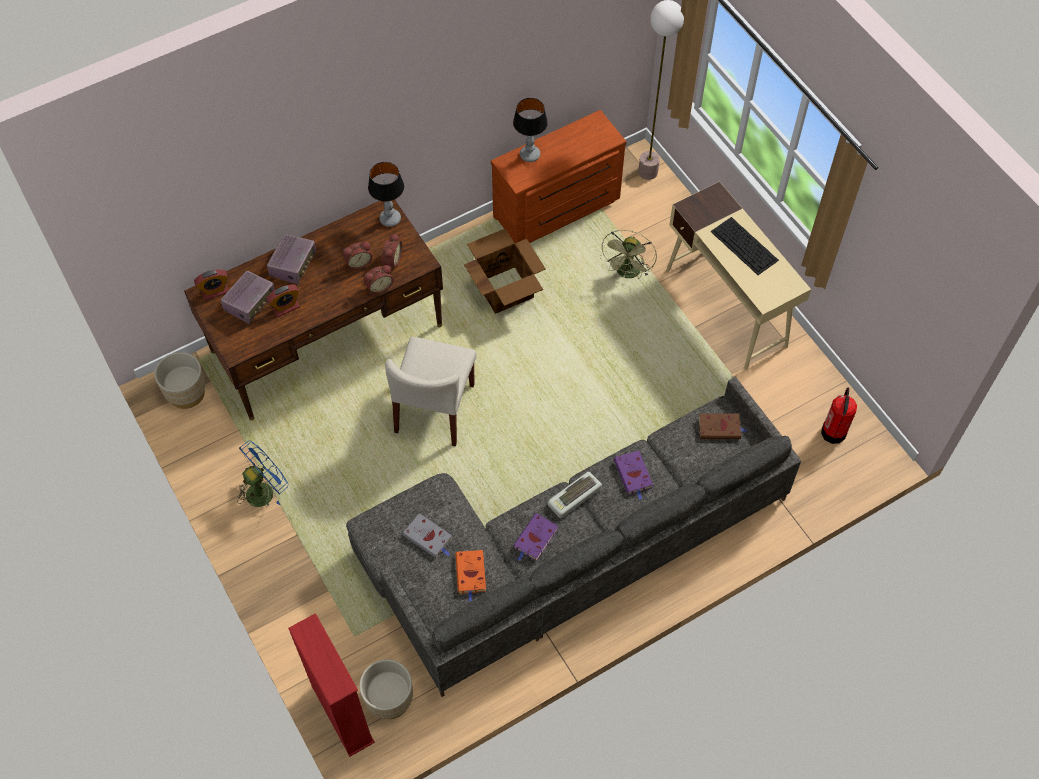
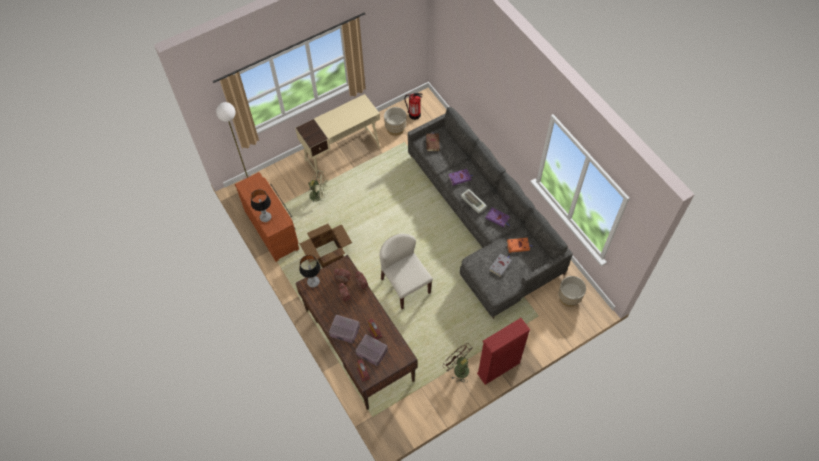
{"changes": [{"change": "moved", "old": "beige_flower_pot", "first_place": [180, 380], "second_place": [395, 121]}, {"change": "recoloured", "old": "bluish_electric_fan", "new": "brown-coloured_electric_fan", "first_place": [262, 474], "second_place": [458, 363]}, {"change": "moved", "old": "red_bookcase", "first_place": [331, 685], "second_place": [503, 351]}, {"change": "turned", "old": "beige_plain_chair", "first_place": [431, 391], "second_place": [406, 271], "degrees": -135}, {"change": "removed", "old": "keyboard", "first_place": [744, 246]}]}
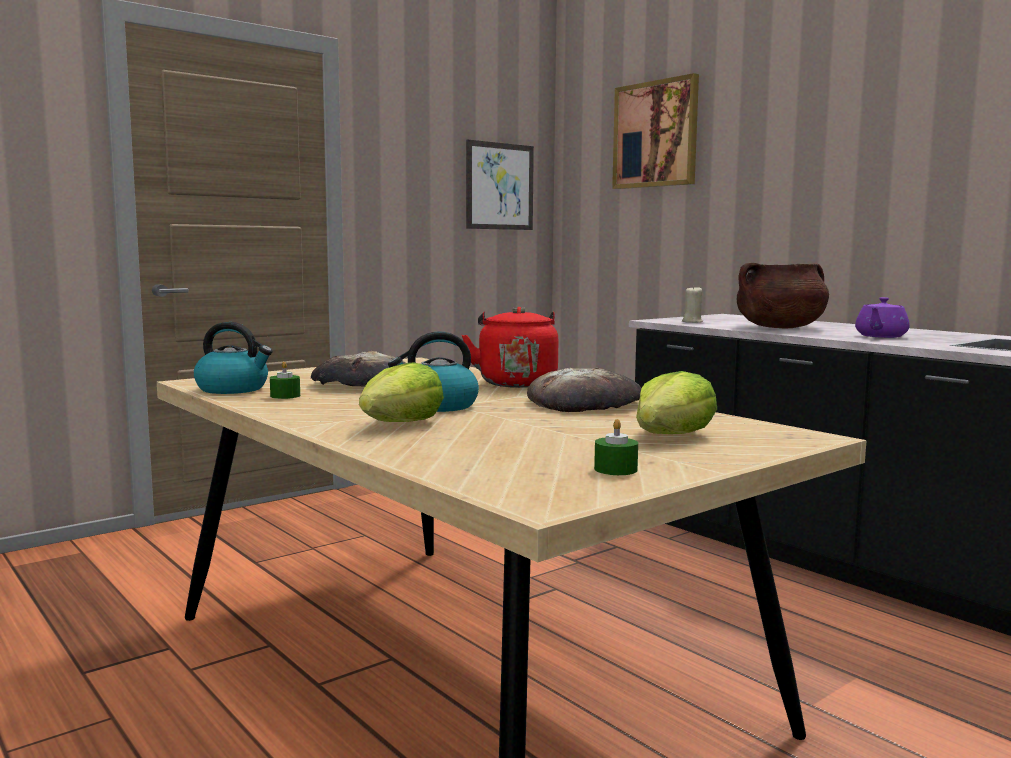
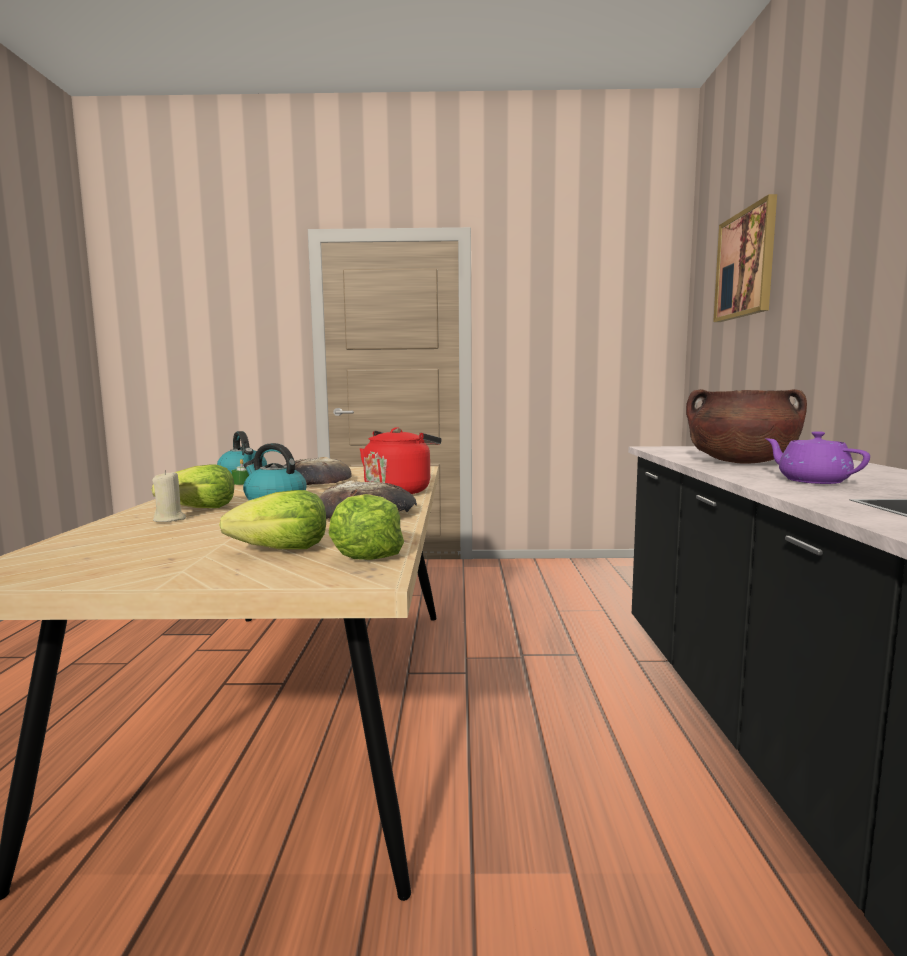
{"changes": [{"change": "removed", "old": "picture", "first_place": [500, 185]}, {"change": "removed", "old": "green_candle", "first_place": [616, 447]}, {"change": "moved", "old": "beige_candle", "first_place": [692, 304], "second_place": [169, 496]}, {"change": "turned", "old": "purple-coloured_tea_pot", "first_place": [882, 317], "second_place": [817, 457], "degrees": 75}, {"change": "added", "new": "lettuce", "second_place": [366, 527]}]}
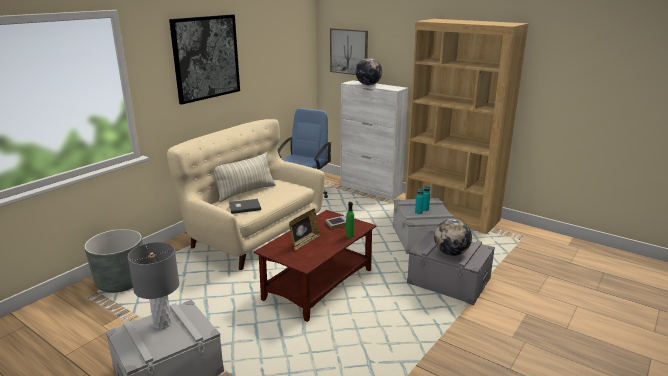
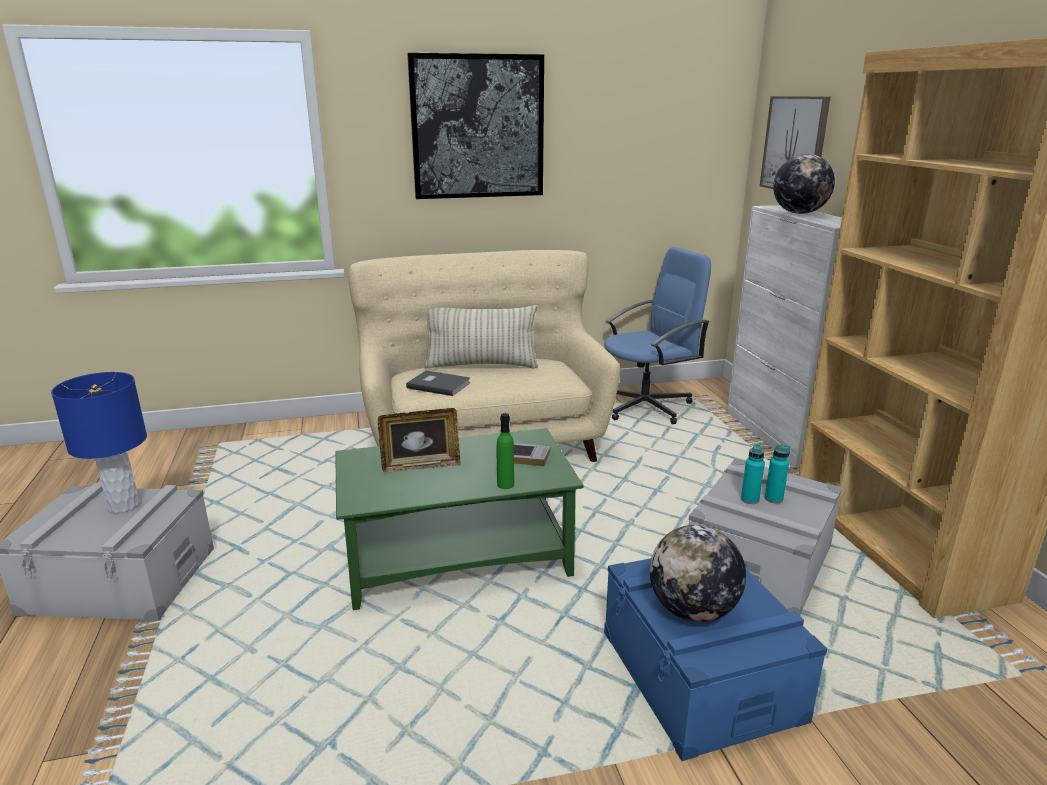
{"changes": [{"change": "removed", "old": "gray_flower_pot", "first_place": [113, 261]}, {"change": "recoloured", "old": "gray_table_lamp", "new": "bluish_table_lamp", "first_place": [153, 285], "second_place": [99, 442]}, {"change": "recoloured", "old": "brown-coloured_coffee_table", "new": "green_coffee_table", "first_place": [315, 266], "second_place": [459, 519]}, {"change": "recoloured", "old": "gray_storage_bin", "new": "bluish_storage_bin", "first_place": [451, 267], "second_place": [715, 659]}]}
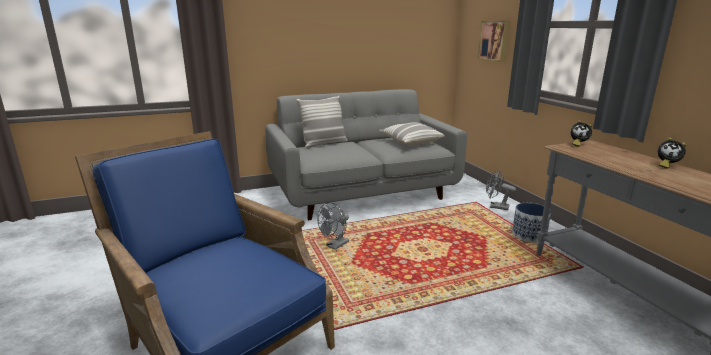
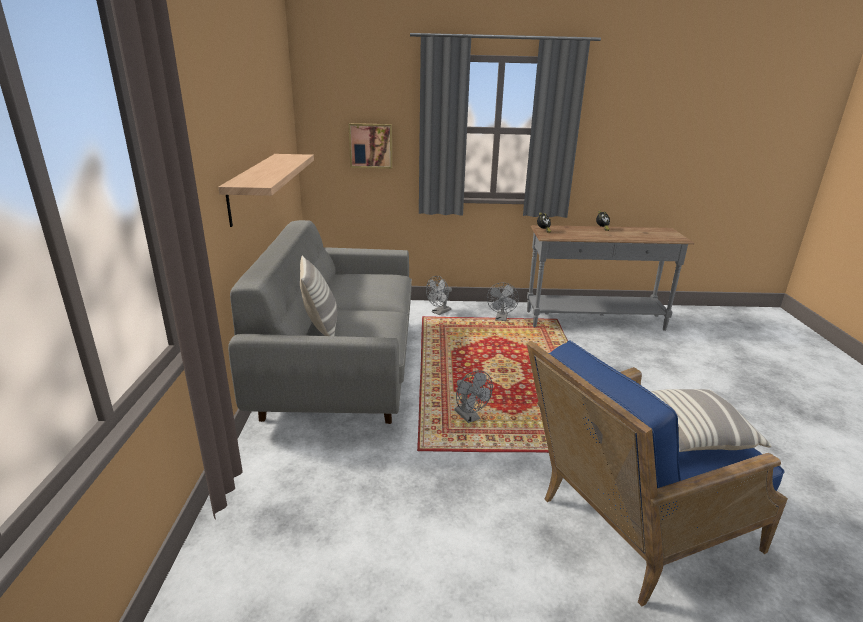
{"changes": [{"change": "moved", "old": "pillow", "first_place": [412, 134], "second_place": [711, 420]}, {"change": "replaced", "old": "flower_pot", "new": "gray_electric_fan", "first_place": [531, 223], "second_place": [503, 302]}, {"change": "added", "new": "bracket_shelf", "second_place": [266, 190]}]}
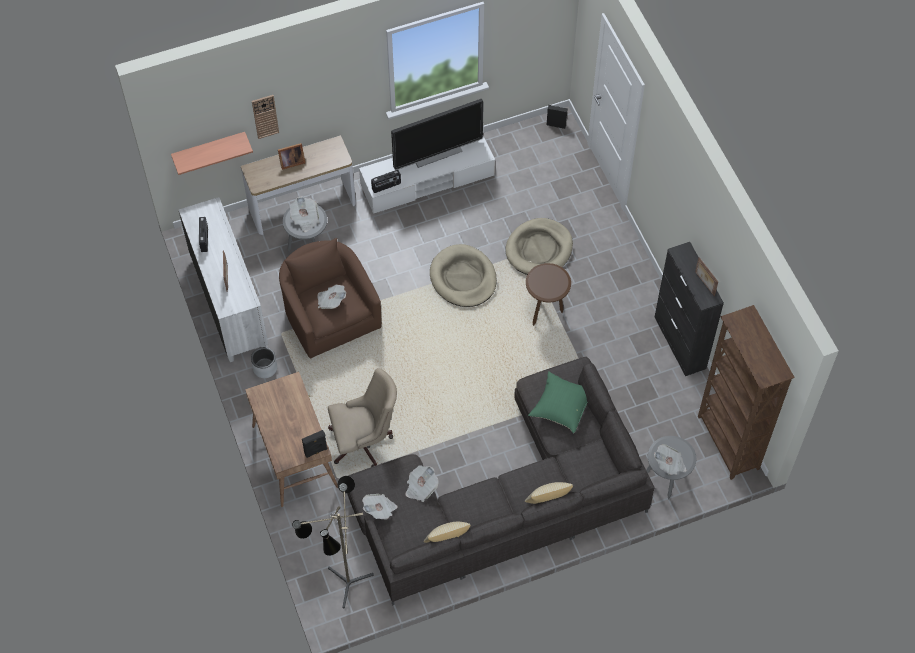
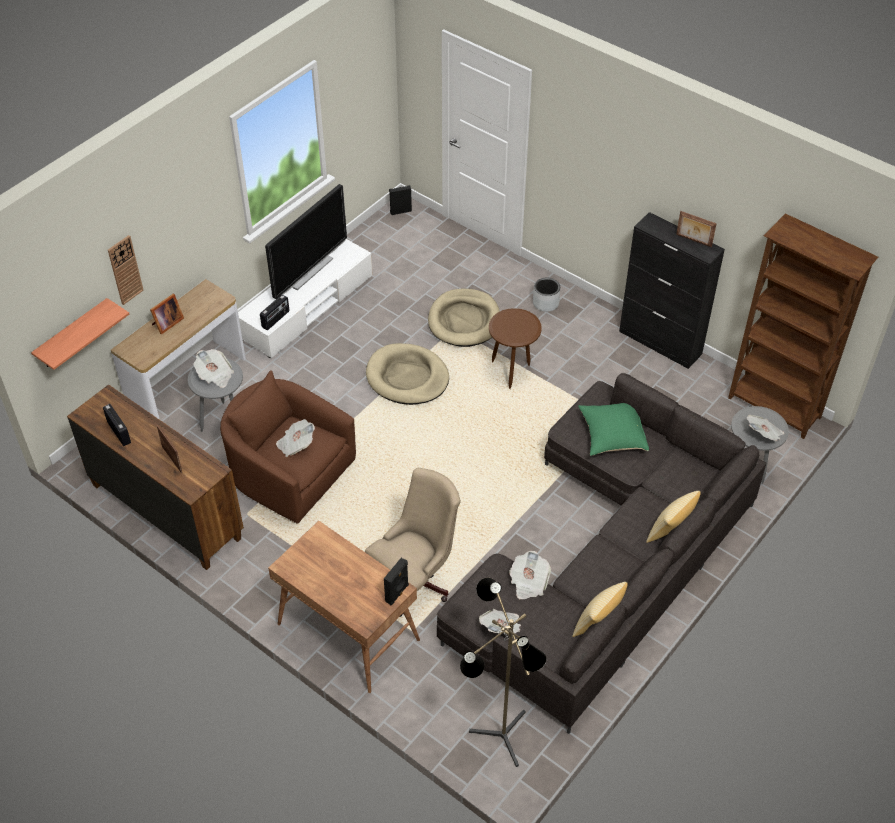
{"changes": [{"change": "recoloured", "old": "white-coloured_chest_of_drawers", "new": "brown-coloured_chest_of_drawers", "first_place": [223, 279], "second_place": [155, 477]}, {"change": "moved", "old": "gray_flower_pot", "first_place": [264, 362], "second_place": [546, 295]}]}
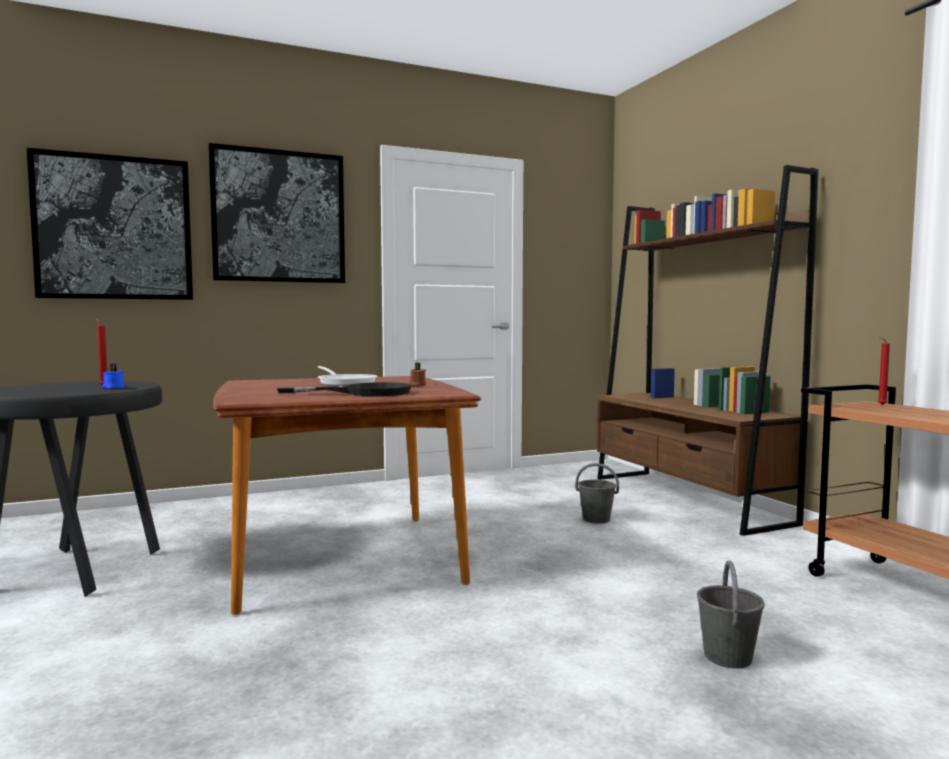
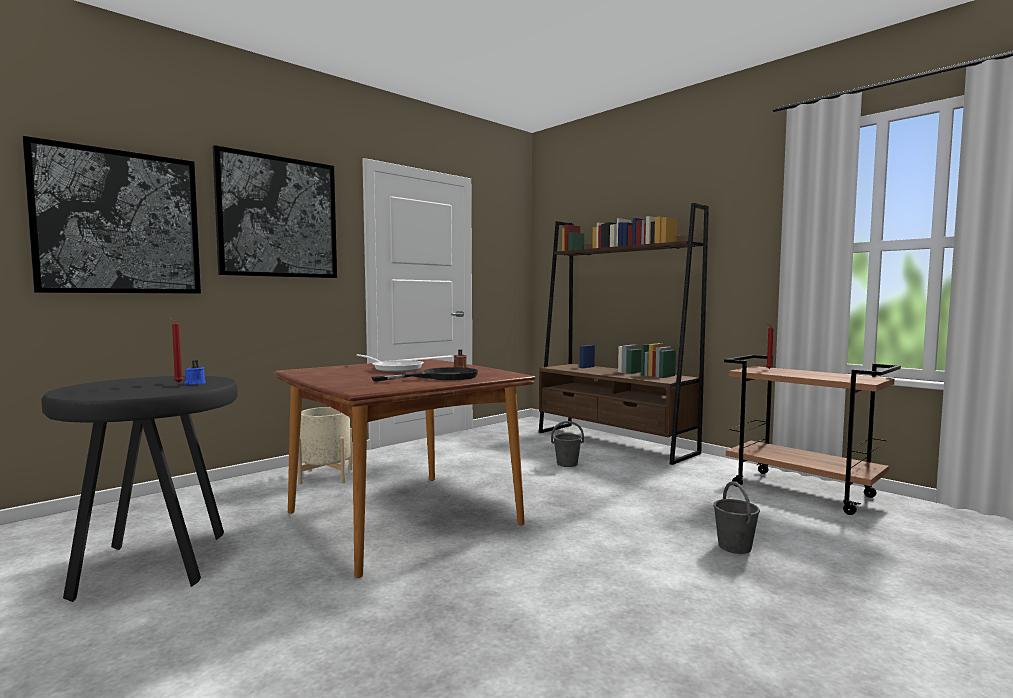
{"changes": [{"change": "added", "new": "beige_flower_pot", "second_place": [325, 445]}]}
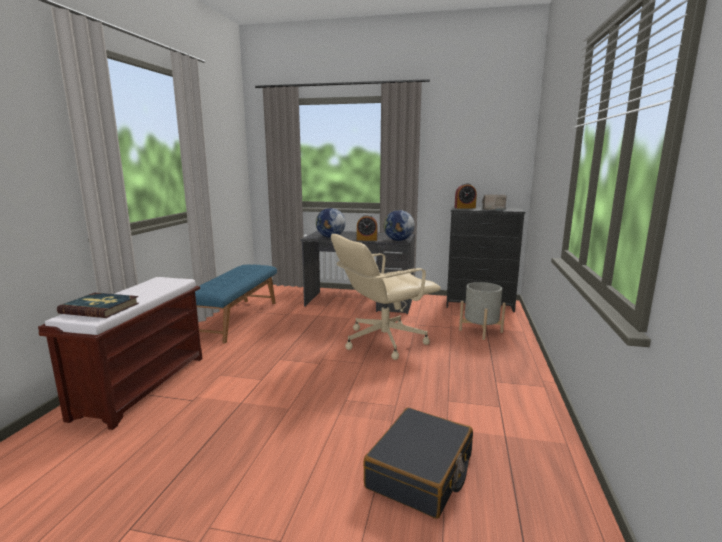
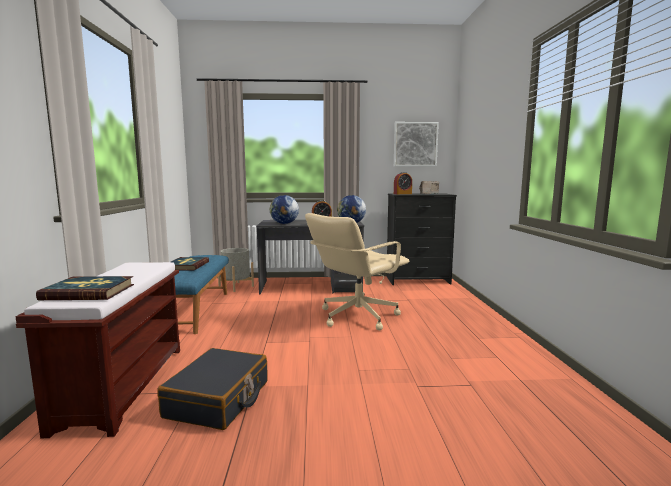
{"changes": [{"change": "moved", "old": "blackish_travel_case", "first_place": [418, 463], "second_place": [212, 389]}, {"change": "moved", "old": "gray_flower_pot", "first_place": [482, 311], "second_place": [236, 270]}, {"change": "added", "new": "book", "second_place": [190, 264]}, {"change": "added", "new": "picture", "second_place": [416, 144]}]}
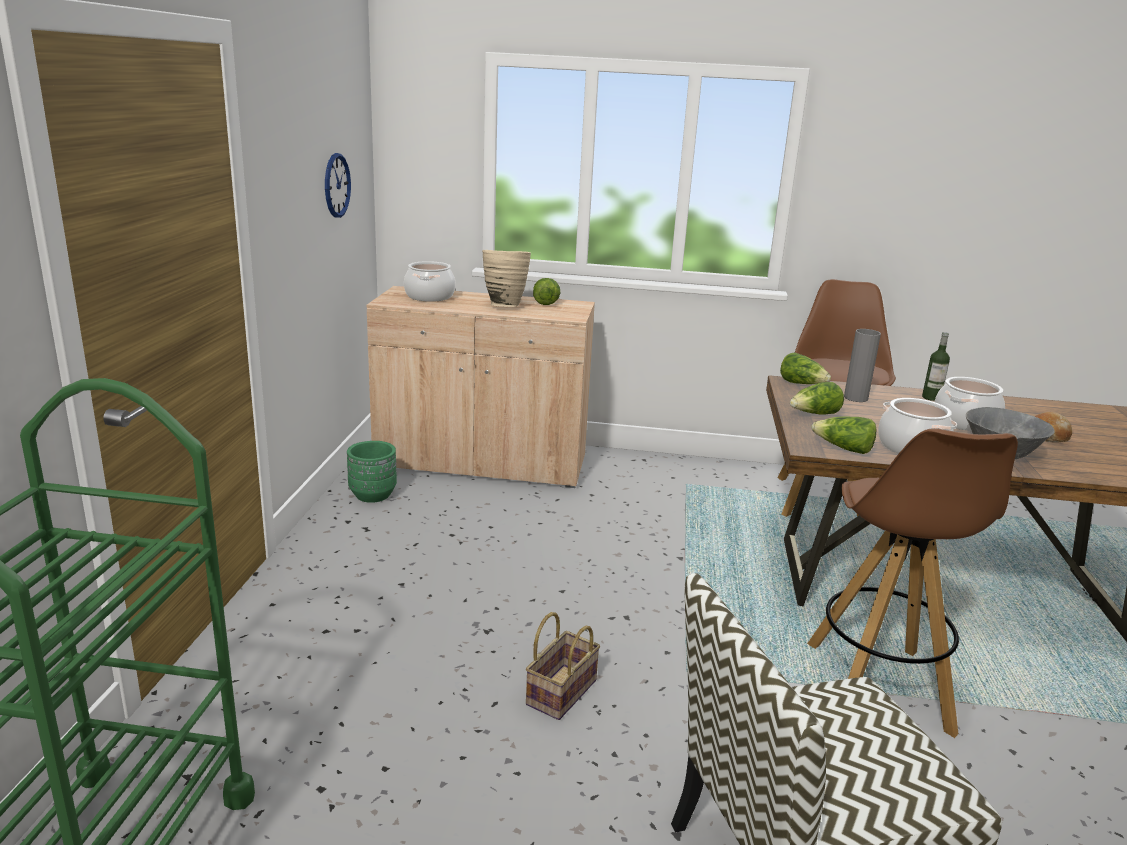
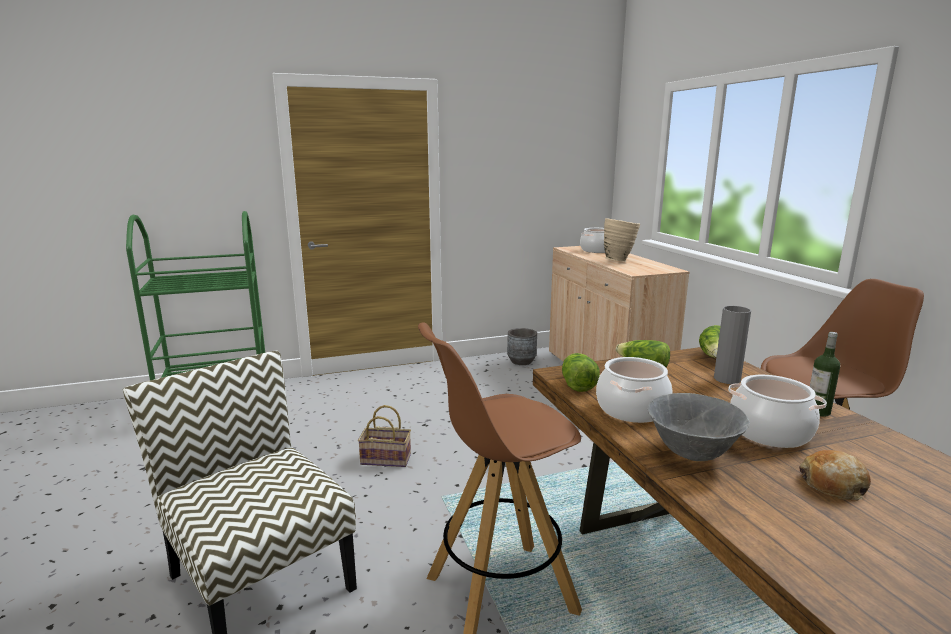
{"changes": [{"change": "removed", "old": "clock_on_the_wall", "first_place": [338, 185]}, {"change": "recoloured", "old": "green_flower_pot", "new": "gray_flower_pot", "first_place": [372, 472], "second_place": [522, 346]}, {"change": "removed", "old": "lettuce", "first_place": [546, 291]}]}
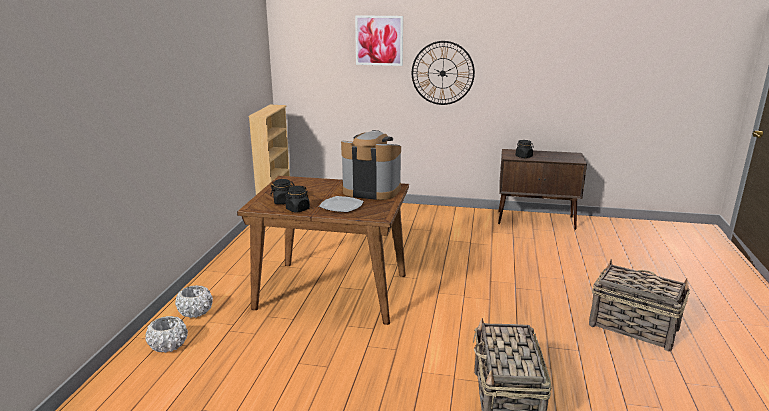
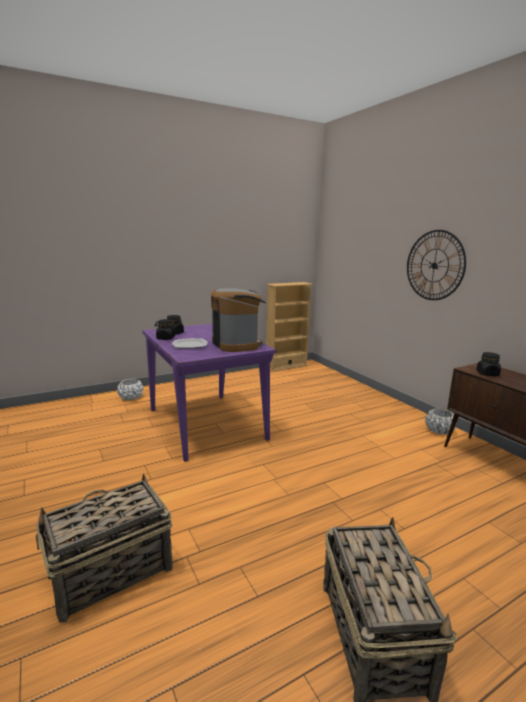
{"changes": [{"change": "moved", "old": "white-coloured_flower_pot", "first_place": [166, 334], "second_place": [441, 422]}, {"change": "recoloured", "old": "brown-coloured_dinner_table", "new": "purple-coloured_dinner_table", "first_place": [323, 250], "second_place": [209, 393]}, {"change": "removed", "old": "picture", "first_place": [379, 40]}]}
